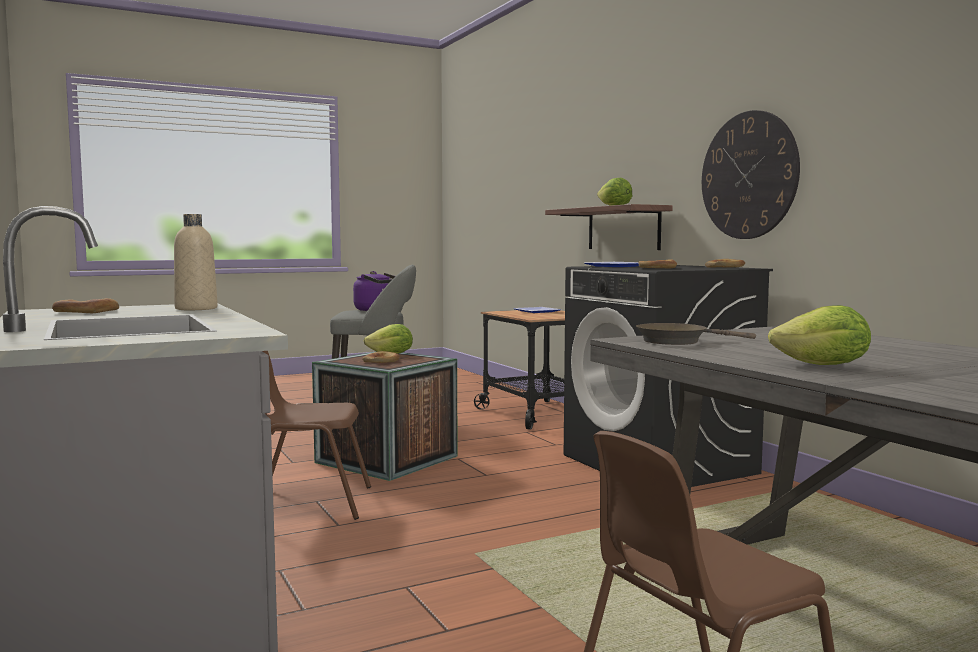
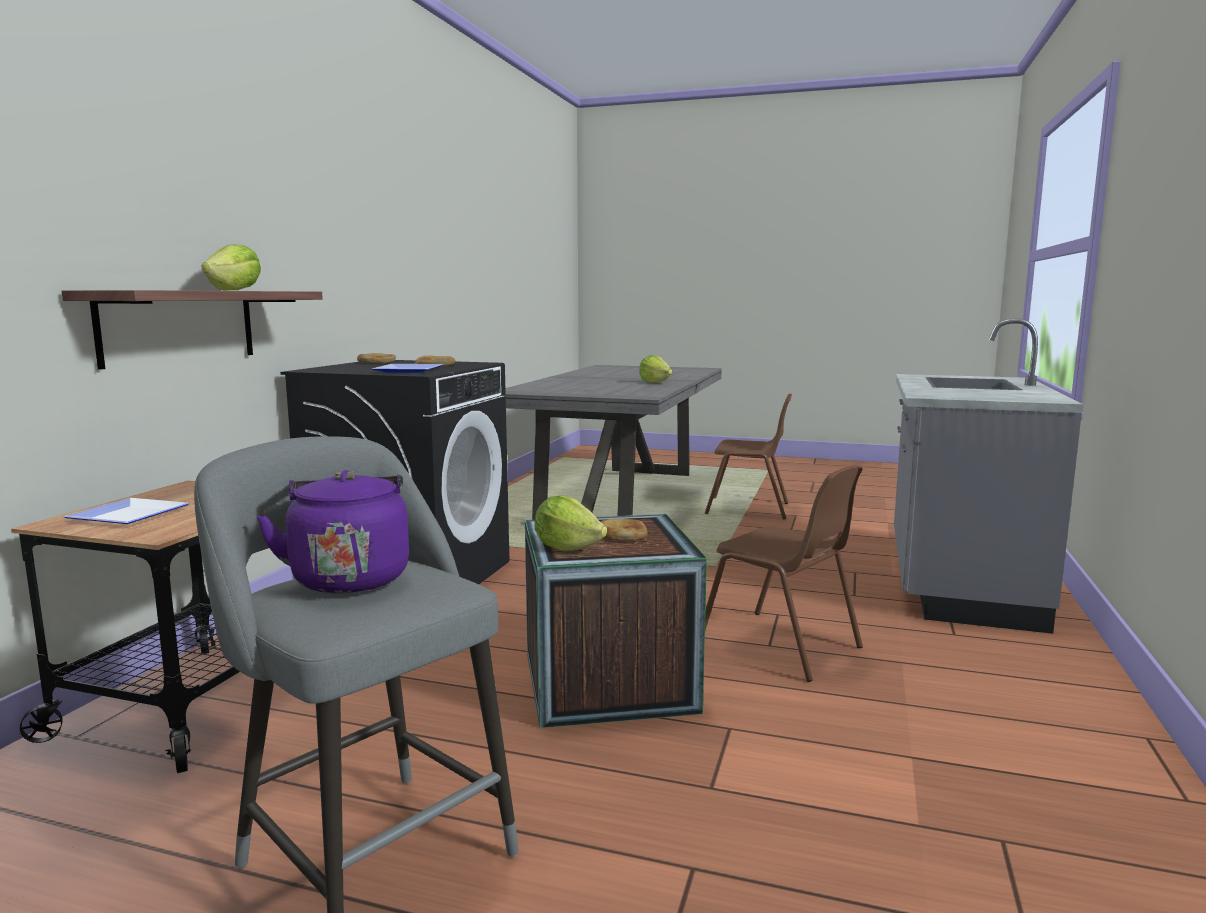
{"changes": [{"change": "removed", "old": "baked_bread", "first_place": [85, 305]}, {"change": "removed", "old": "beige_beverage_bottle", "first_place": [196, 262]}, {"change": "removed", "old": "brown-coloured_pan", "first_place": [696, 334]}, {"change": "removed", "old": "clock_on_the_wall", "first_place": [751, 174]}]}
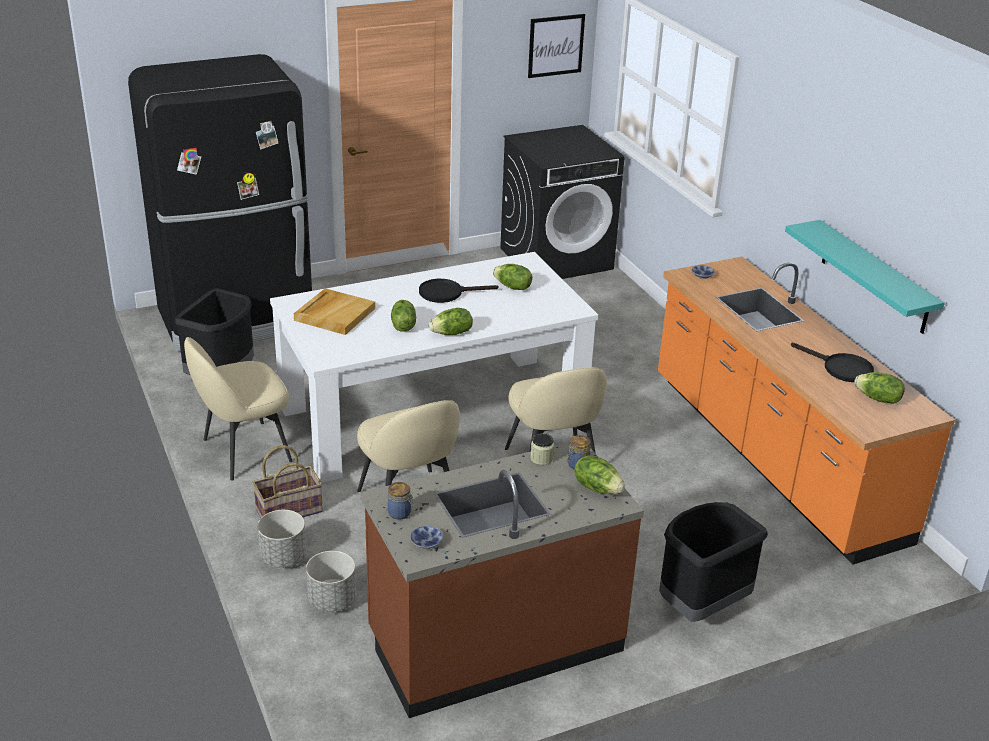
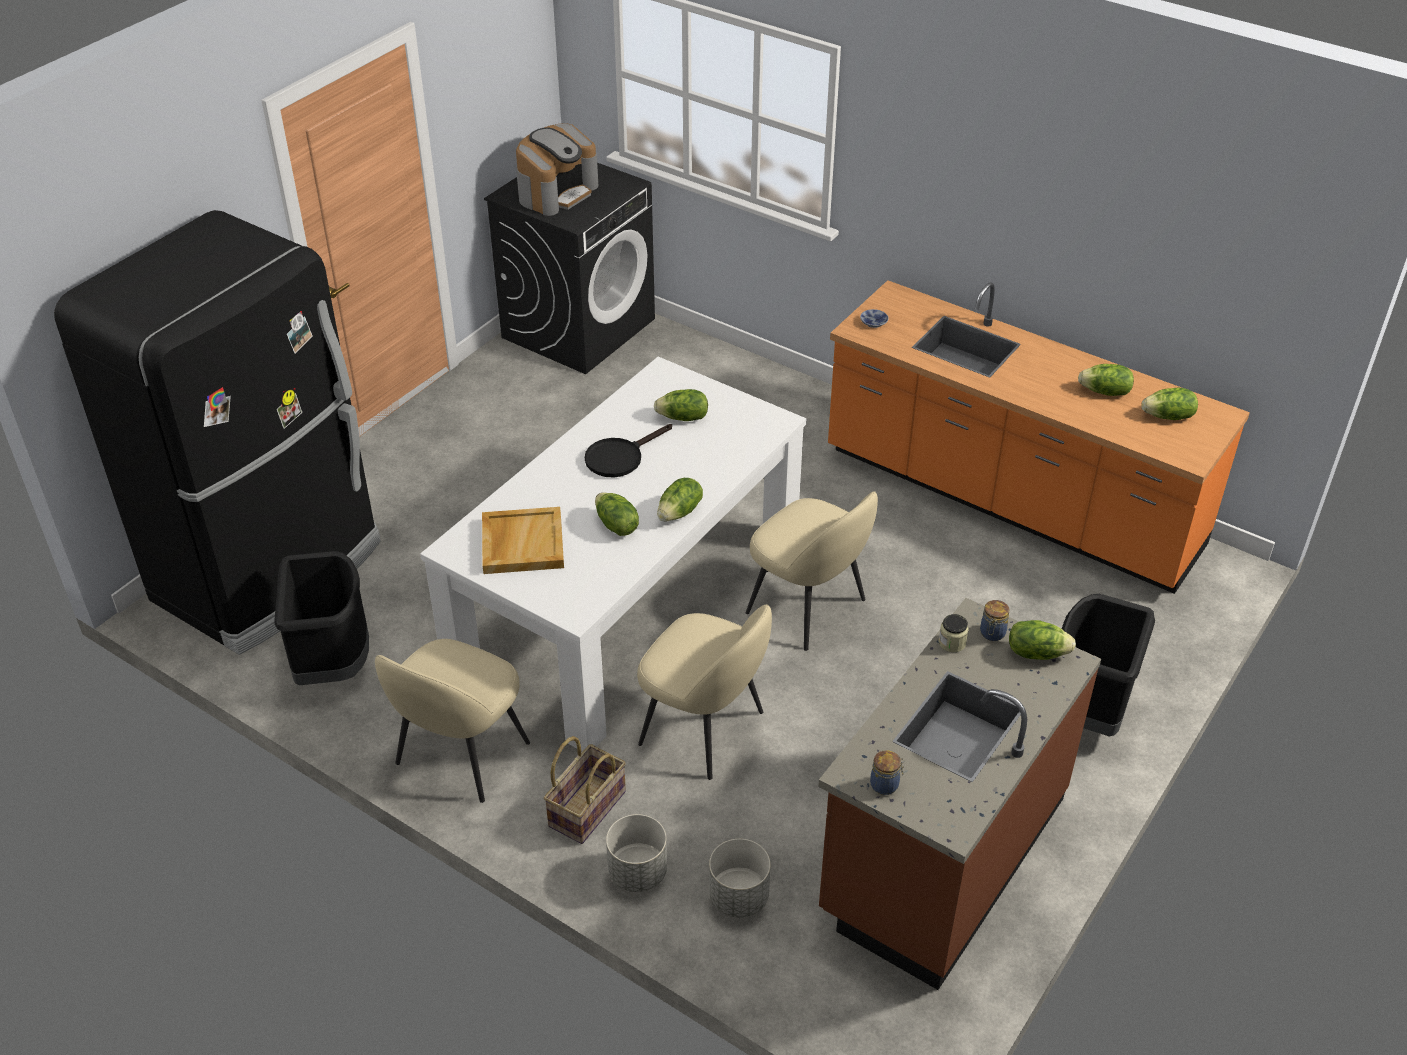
{"changes": [{"change": "removed", "old": "bowl", "first_place": [426, 537]}, {"change": "removed", "old": "picture", "first_place": [556, 46]}, {"change": "removed", "old": "blue-green_bracket_shelf", "first_place": [865, 277]}, {"change": "replaced", "old": "blackish_pan", "new": "lettuce", "first_place": [832, 362], "second_place": [1106, 380]}, {"change": "added", "new": "coffee_machine", "second_place": [557, 169]}]}
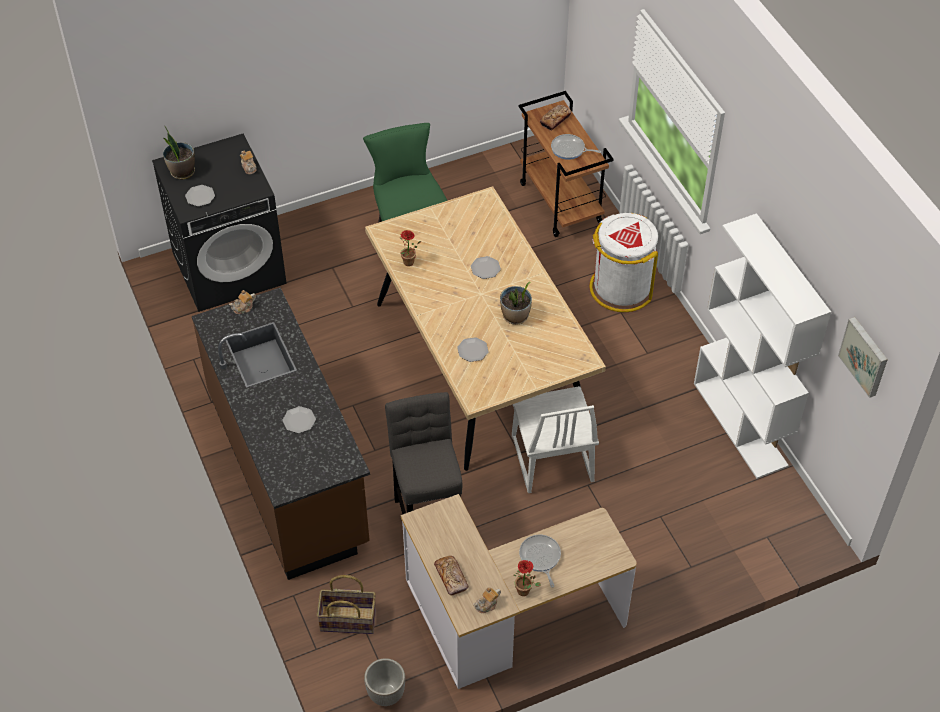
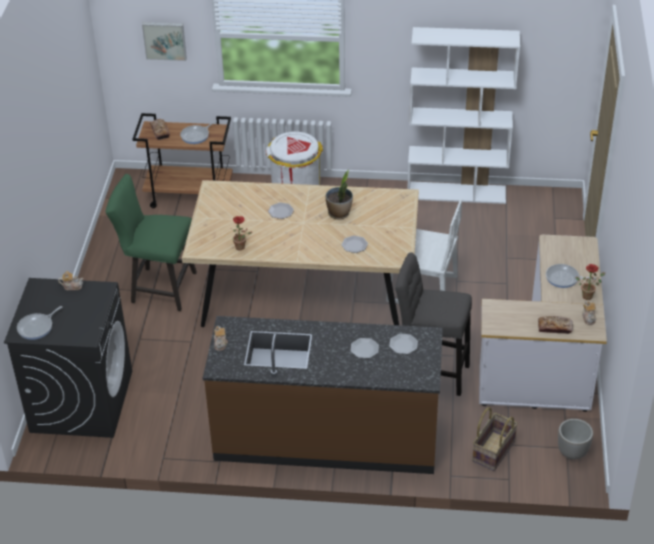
{"changes": [{"change": "replaced", "old": "plant_in_a_pot", "new": "pan", "first_place": [179, 153], "second_place": [39, 323]}, {"change": "moved", "old": "flat_dish", "first_place": [200, 196], "second_place": [403, 344]}, {"change": "moved", "old": "picture", "first_place": [863, 357], "second_place": [164, 41]}]}
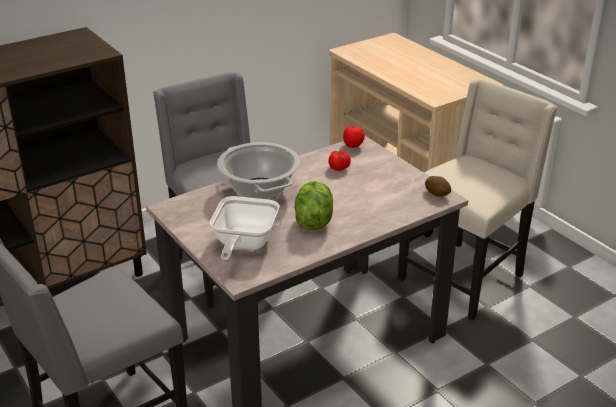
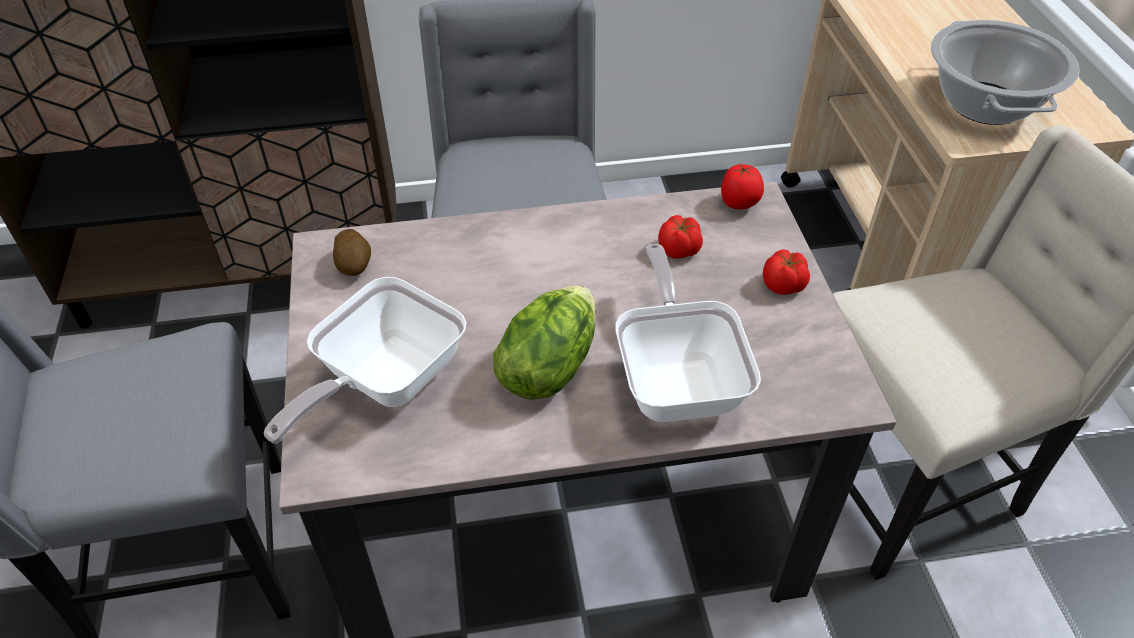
{"changes": [{"change": "moved", "old": "cooking_pot", "first_place": [258, 171], "second_place": [1005, 72]}, {"change": "moved", "old": "spud", "first_place": [438, 186], "second_place": [352, 252]}, {"change": "added", "new": "pan", "second_place": [688, 333]}, {"change": "added", "new": "tomato", "second_place": [786, 272]}]}
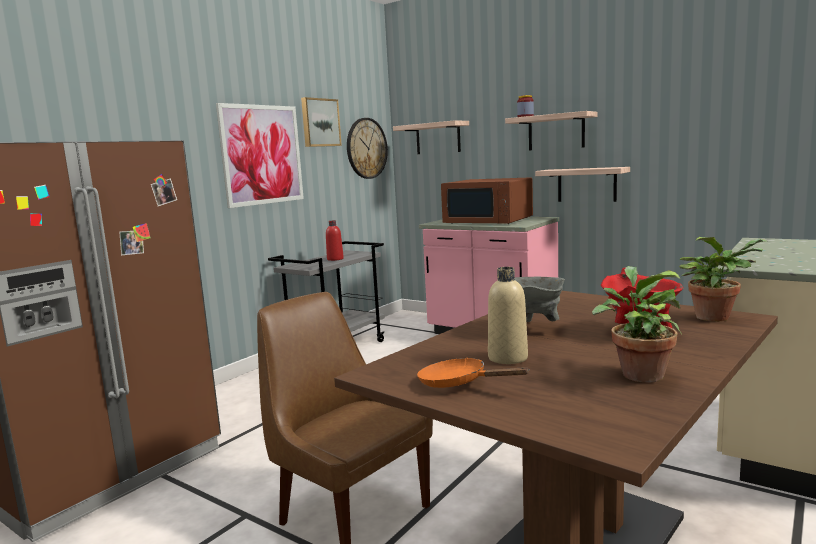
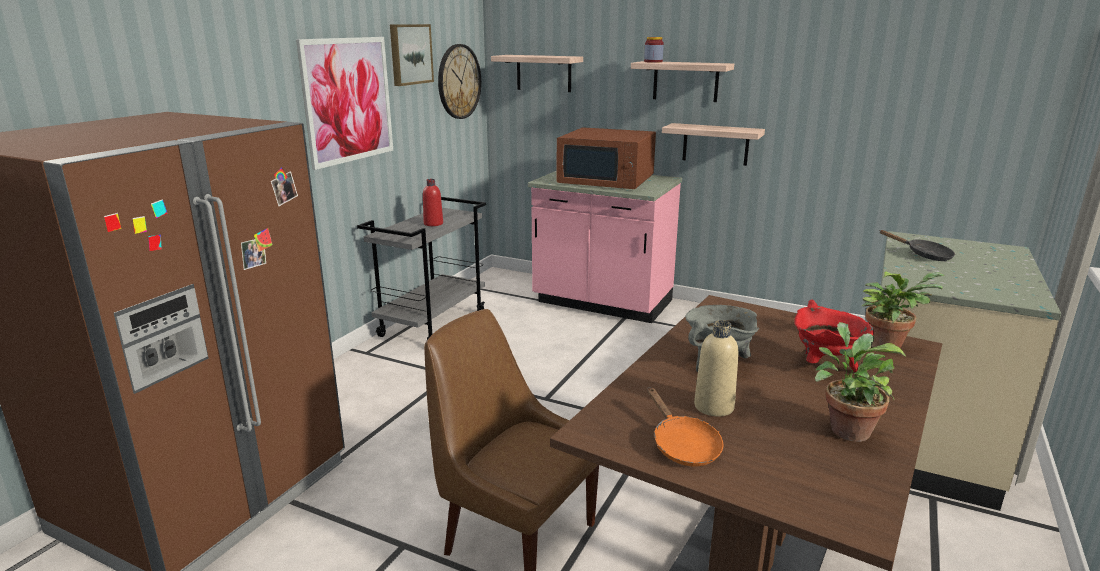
{"changes": [{"change": "turned", "old": "orange-coloured_pan", "first_place": [473, 373], "second_place": [685, 426], "degrees": -135}, {"change": "added", "new": "blackish_pan", "second_place": [917, 245]}]}
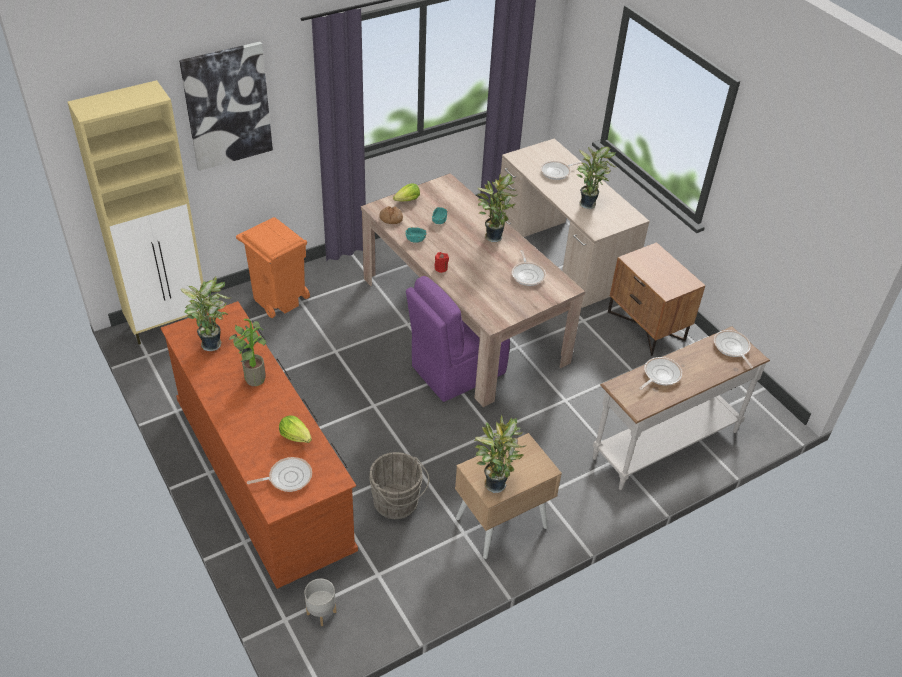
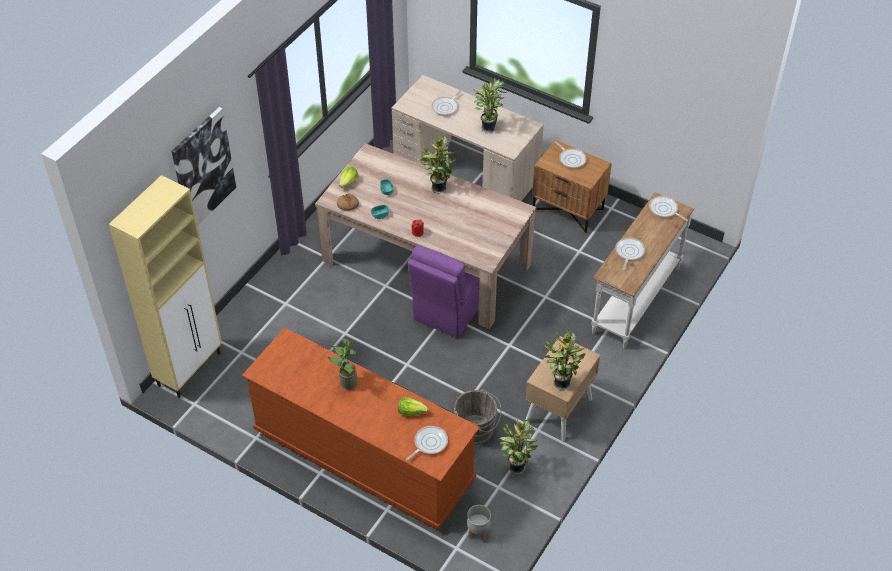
{"changes": [{"change": "moved", "old": "plant_in_a_pot", "first_place": [206, 313], "second_place": [518, 446]}, {"change": "removed", "old": "orange-coloured_waste_bin", "first_place": [273, 267]}, {"change": "moved", "old": "pan", "first_place": [529, 268], "second_place": [571, 155]}]}
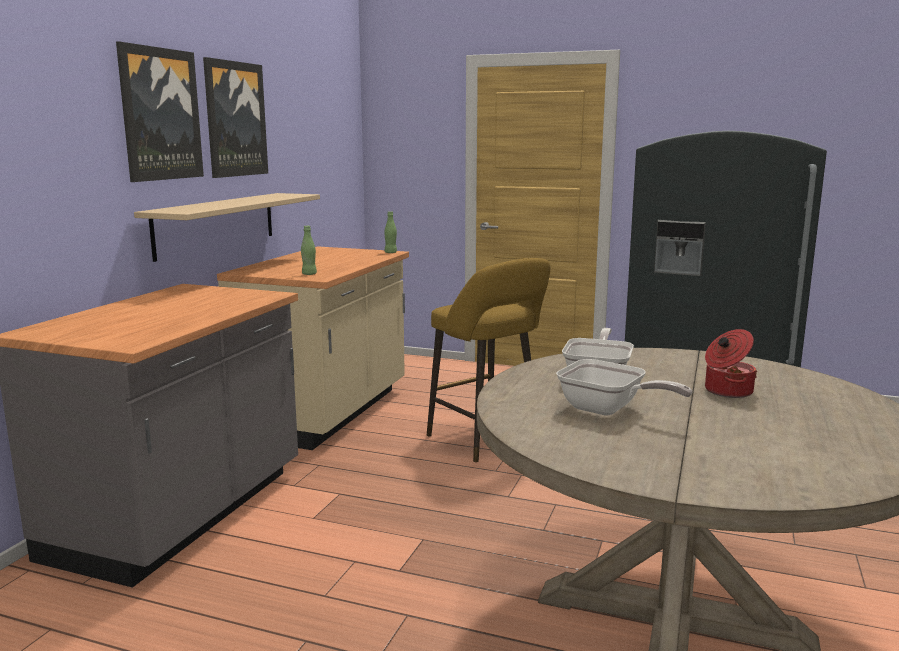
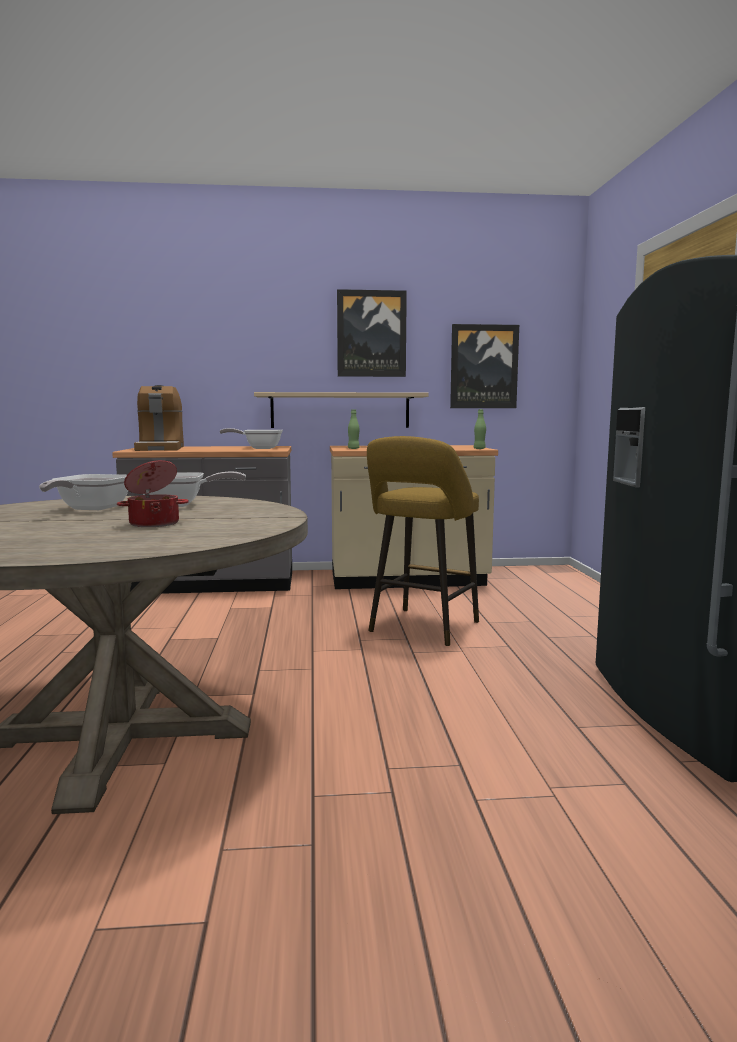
{"changes": [{"change": "moved", "old": "picture", "first_place": [160, 111], "second_place": [484, 366]}, {"change": "added", "new": "coffee_machine", "second_place": [159, 418]}, {"change": "added", "new": "pan", "second_place": [251, 438]}]}
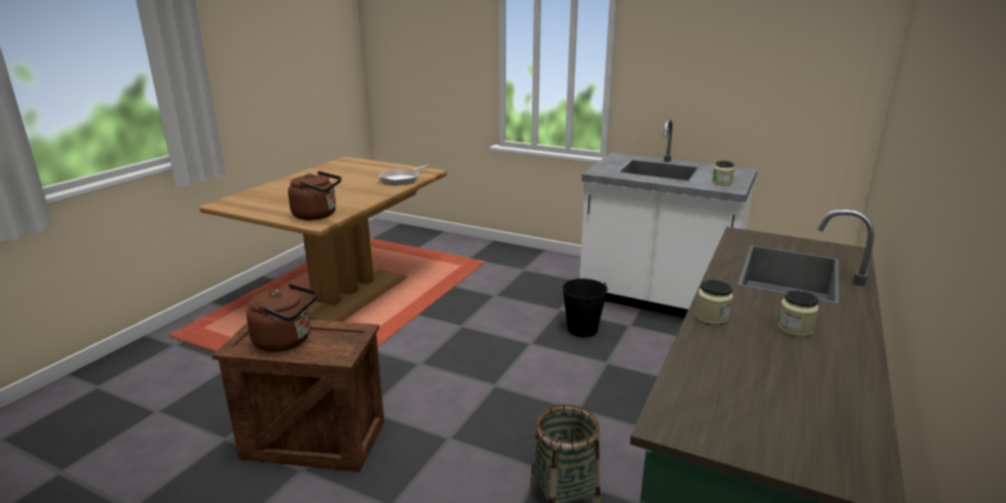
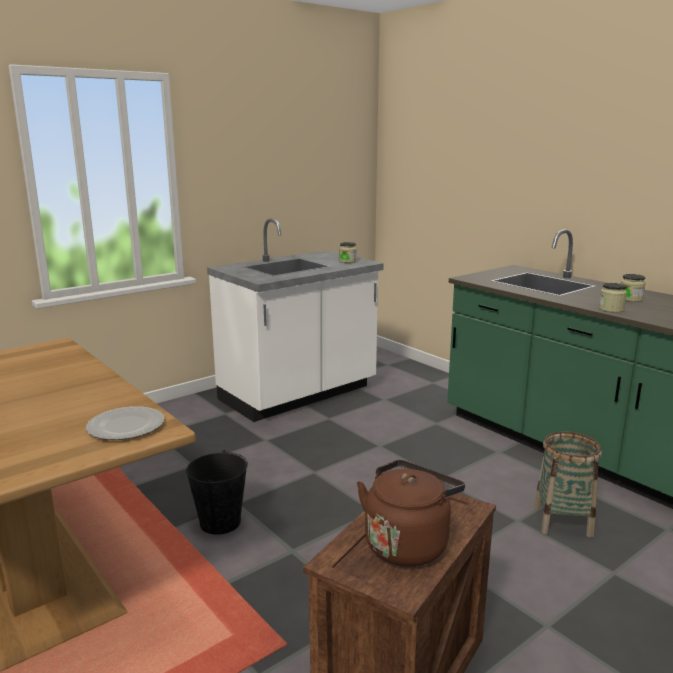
{"changes": [{"change": "replaced", "old": "brown-coloured_water_kettle", "new": "flat_dish", "first_place": [314, 195], "second_place": [125, 423]}, {"change": "removed", "old": "pan", "first_place": [404, 175]}, {"change": "moved", "old": "blackish_bucket", "first_place": [585, 308], "second_place": [217, 492]}]}
